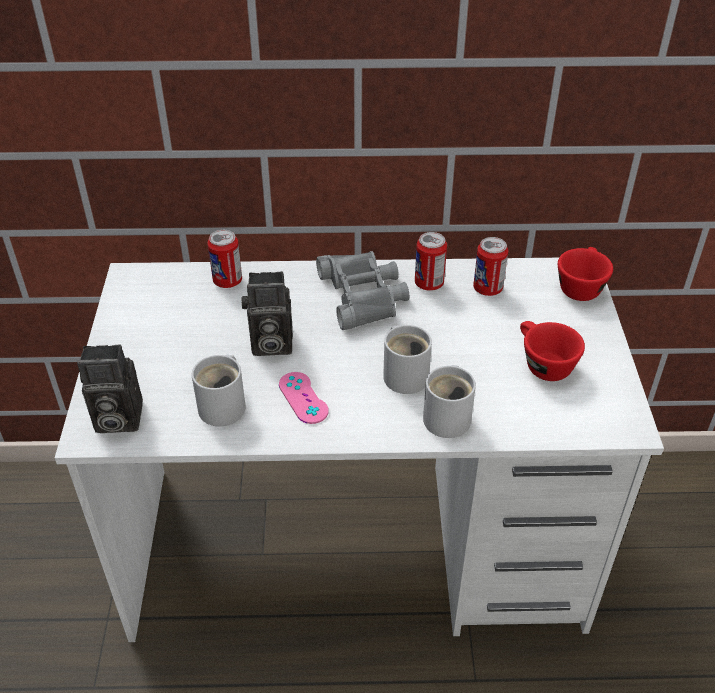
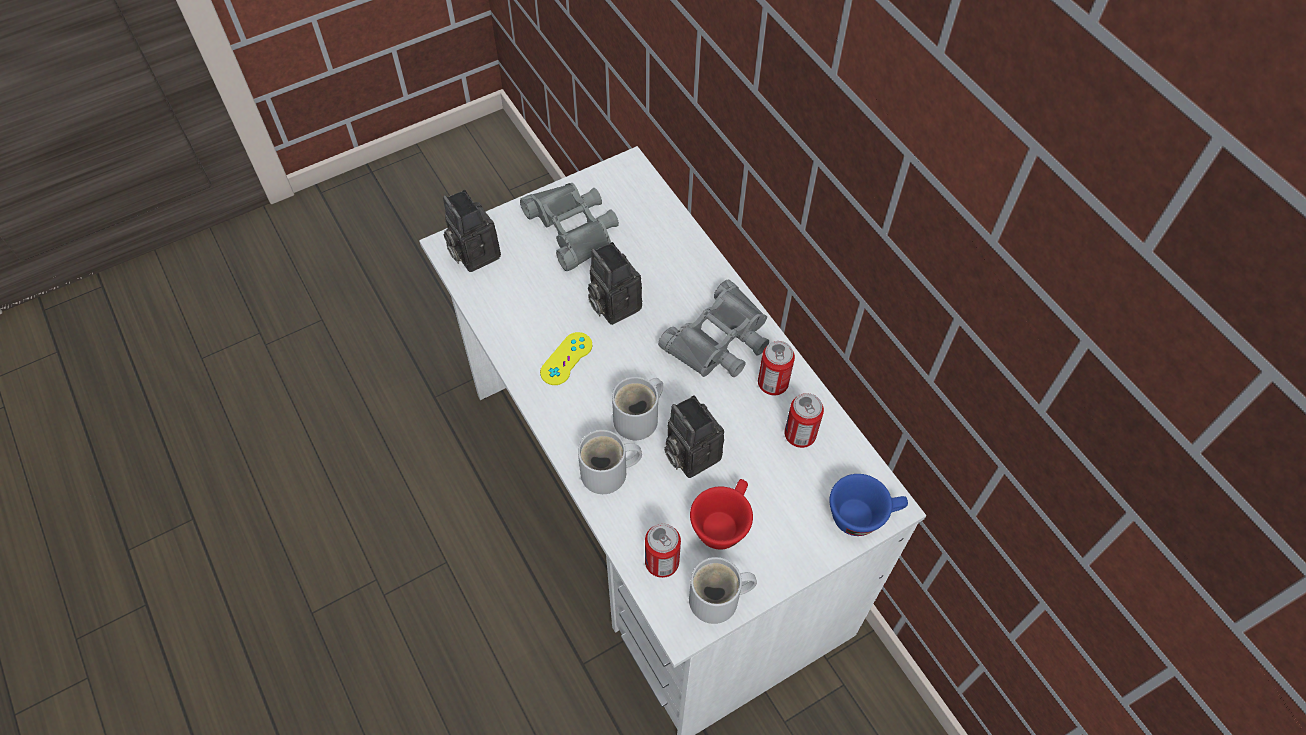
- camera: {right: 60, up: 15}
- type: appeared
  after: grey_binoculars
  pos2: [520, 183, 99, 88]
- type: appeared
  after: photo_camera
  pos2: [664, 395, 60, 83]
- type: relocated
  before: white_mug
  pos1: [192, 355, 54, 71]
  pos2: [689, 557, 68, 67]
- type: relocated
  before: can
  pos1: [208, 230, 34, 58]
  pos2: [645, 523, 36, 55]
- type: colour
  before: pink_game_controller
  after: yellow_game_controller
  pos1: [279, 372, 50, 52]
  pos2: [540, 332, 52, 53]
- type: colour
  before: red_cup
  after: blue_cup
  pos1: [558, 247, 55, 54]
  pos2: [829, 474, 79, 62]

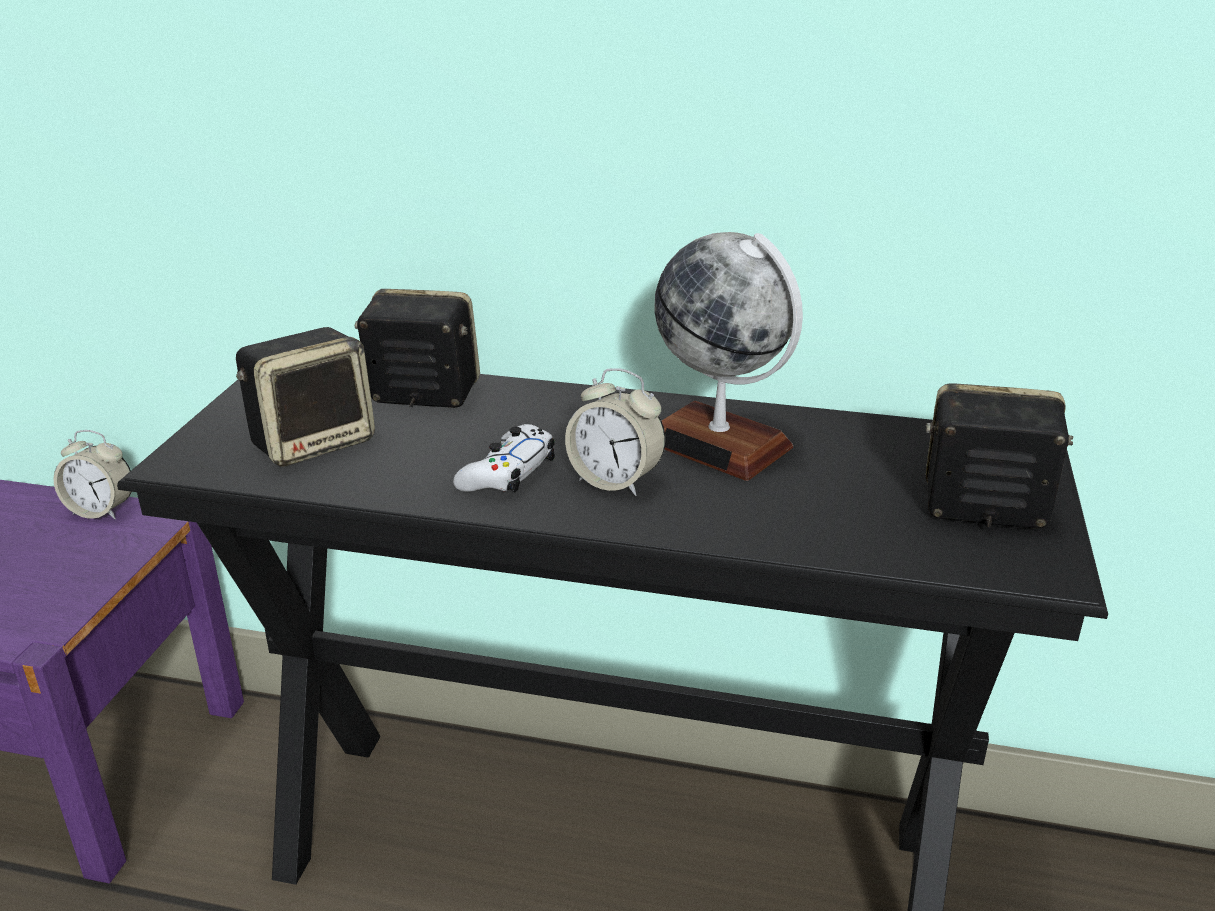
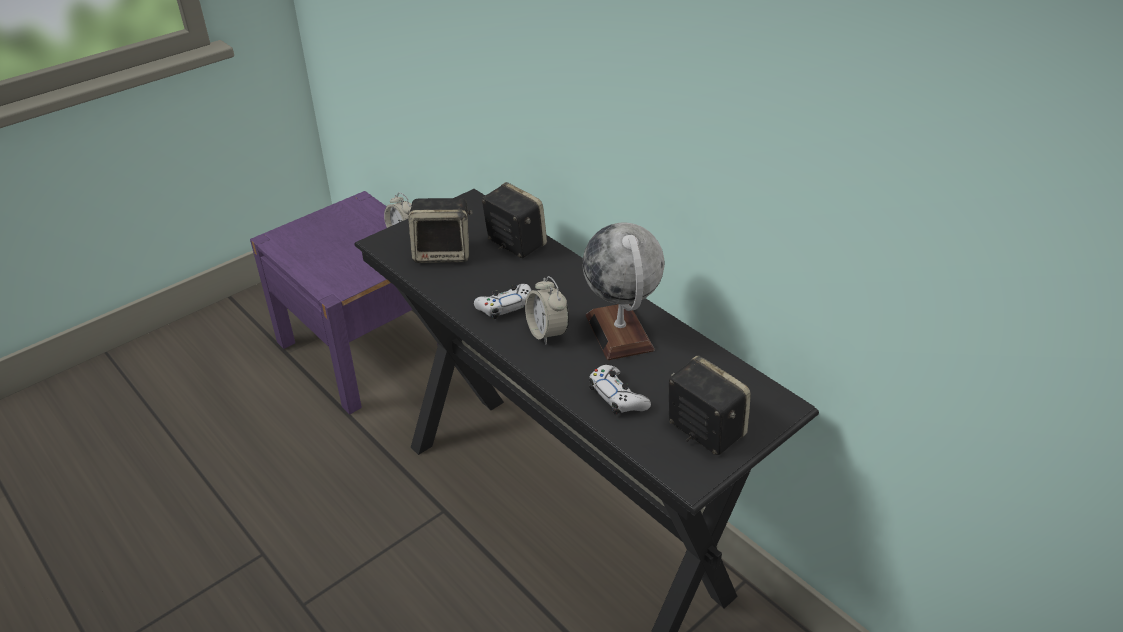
- camera: {right: 35, up: 10}
- type: appeared
  after: white_game_controller
  pos2: [589, 365, 62, 50]

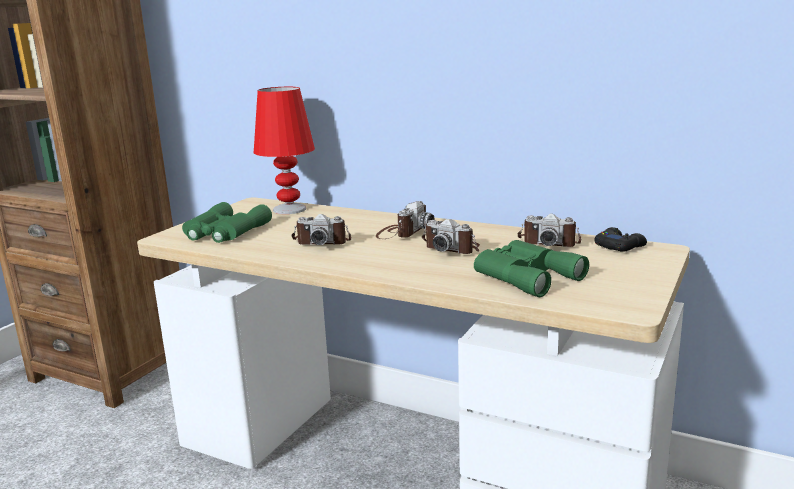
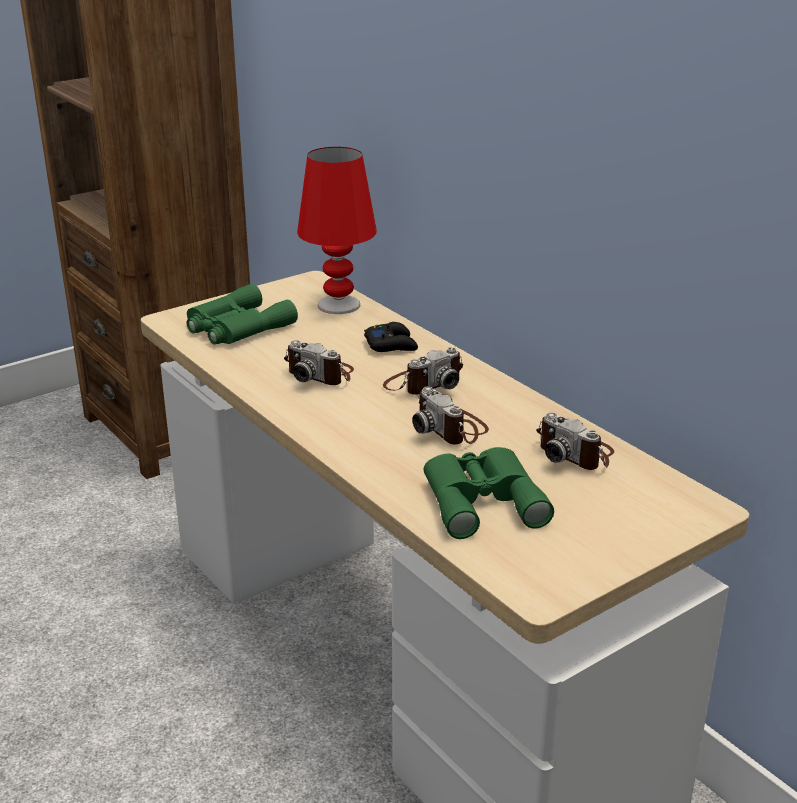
- camera: {right: 25, up: 10}
- type: relocated
  before: black_game_controller
  pos1: [594, 227, 53, 25]
  pos2: [364, 322, 54, 30]

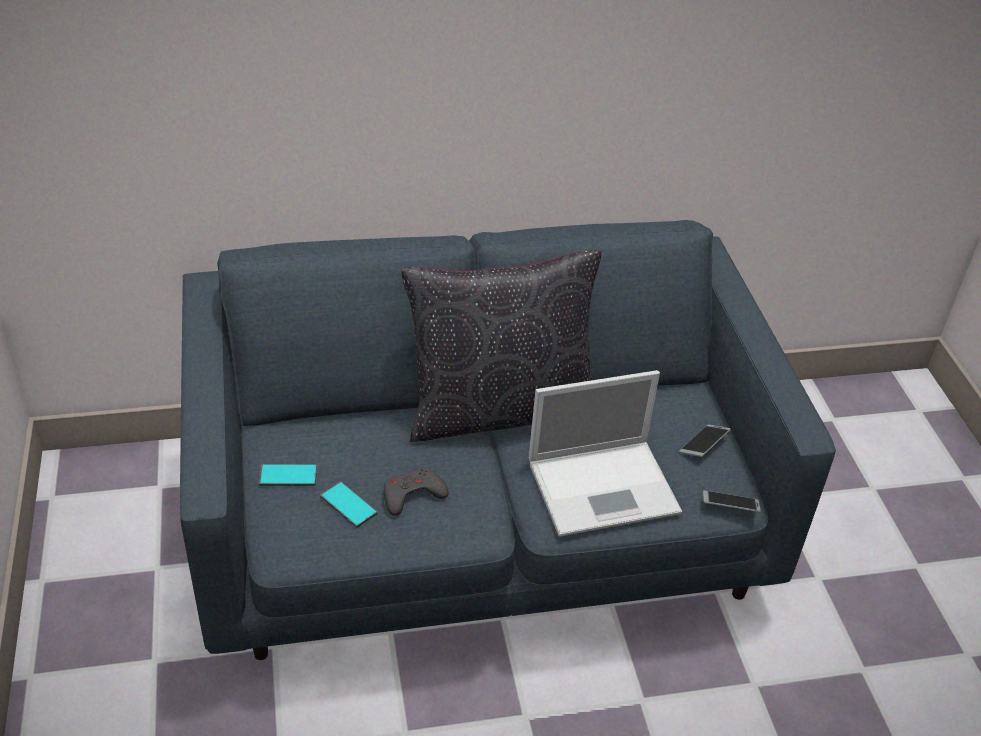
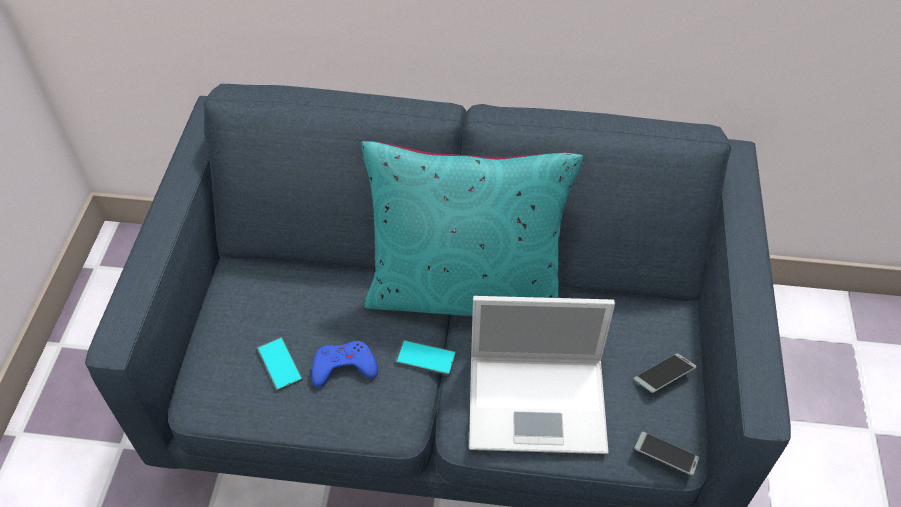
- camera: {right: 20, up: 10}
- type: relocated
  before: phone
  pos1: [259, 464, 58, 22]
  pos2: [395, 340, 61, 36]
- type: colour
  before: grey_game_controller
  after: blue_game_controller
  pos1: [384, 467, 65, 49]
  pos2: [311, 341, 67, 46]
- type: colour
  before: black_pillow
  after: turquoise_pillow
  pos1: [401, 250, 200, 192]
  pos2: [361, 141, 222, 175]

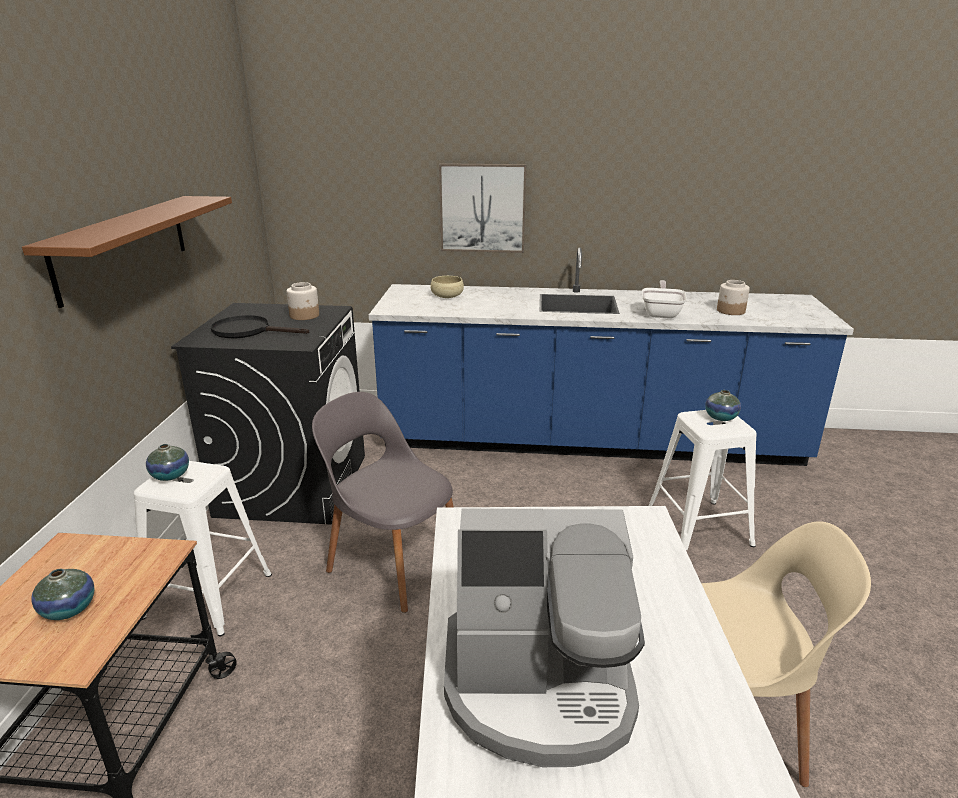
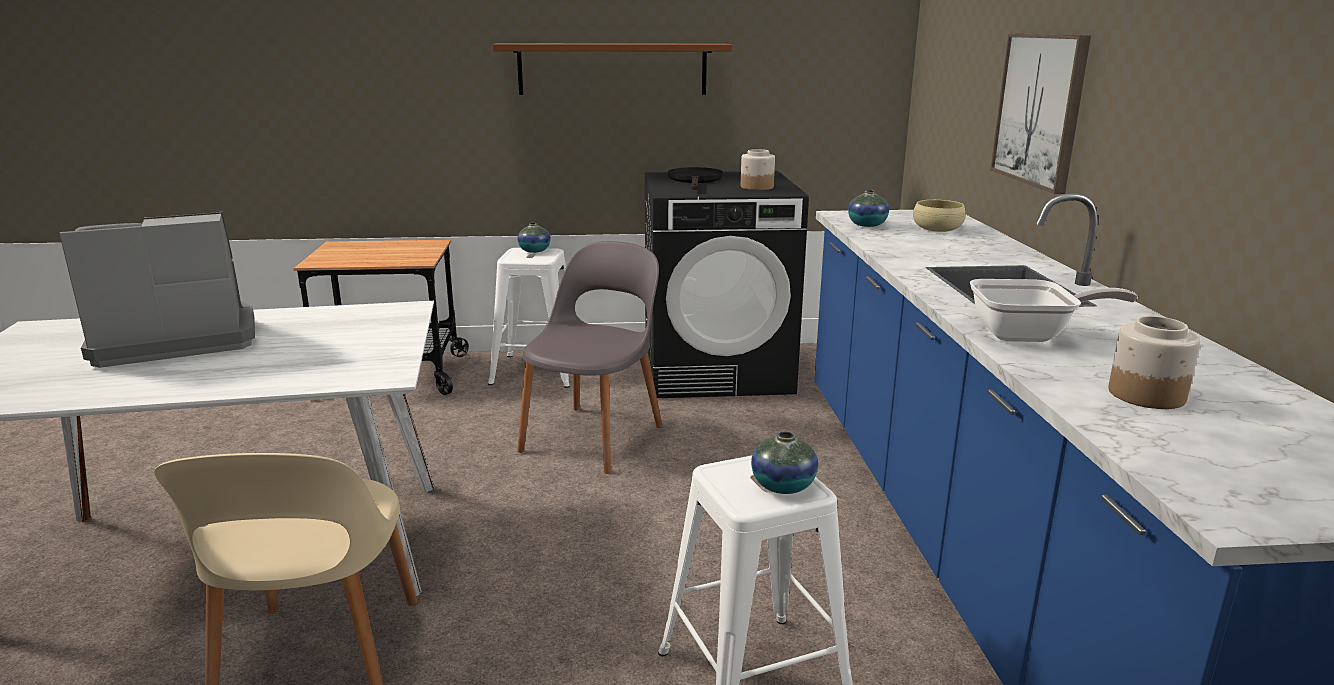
- camera: {right: 80, up: -5}
- type: relocated
  before: vase
  pos1: [31, 569, 63, 51]
  pos2: [848, 190, 41, 37]
- type: spun
  before: coffee_machine
  pos1: [444, 509, 201, 258]
  pos2: [59, 212, 196, 156]
  turn: 75

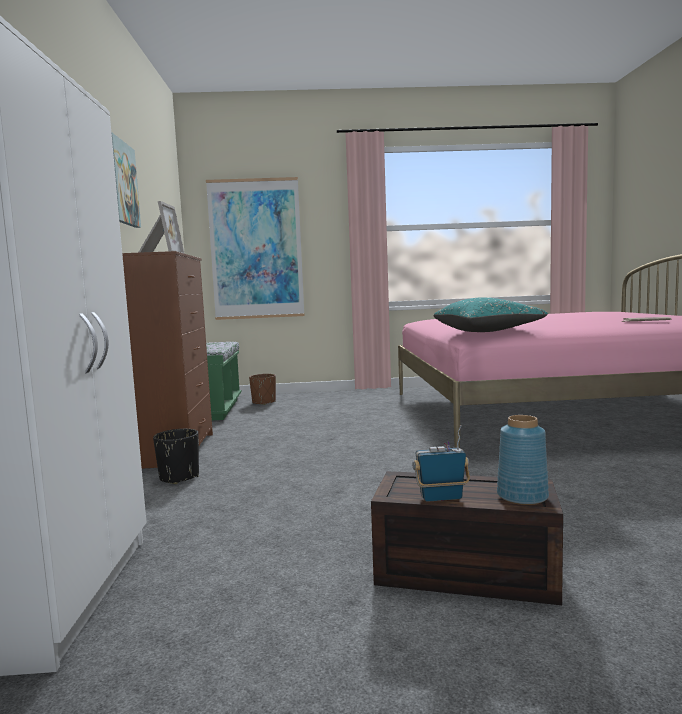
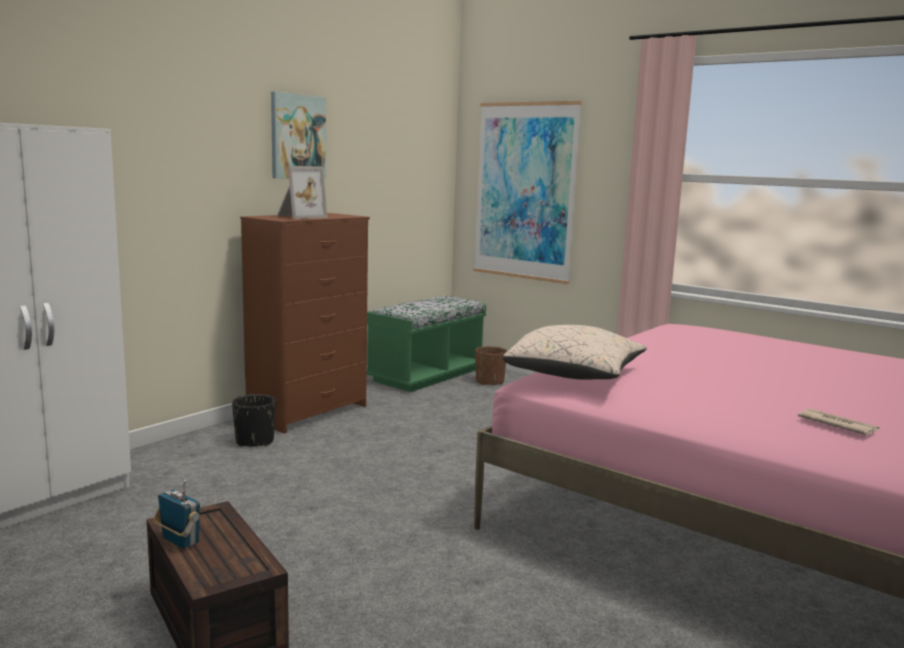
- camera: {right: 40, up: 5}
- type: missing
  before: blue_vase
  pos1: [497, 415, 52, 90]
- type: colour
  before: turquoise_pillow
  after: beige_pillow
  pos1: [434, 297, 114, 35]
  pos2: [502, 325, 145, 55]

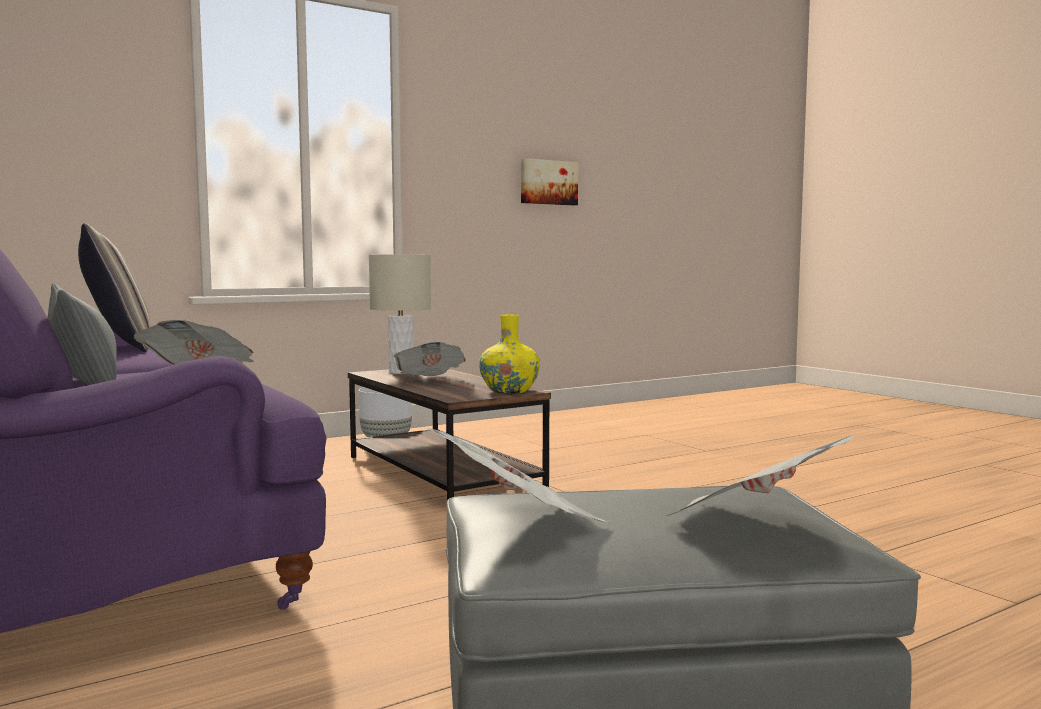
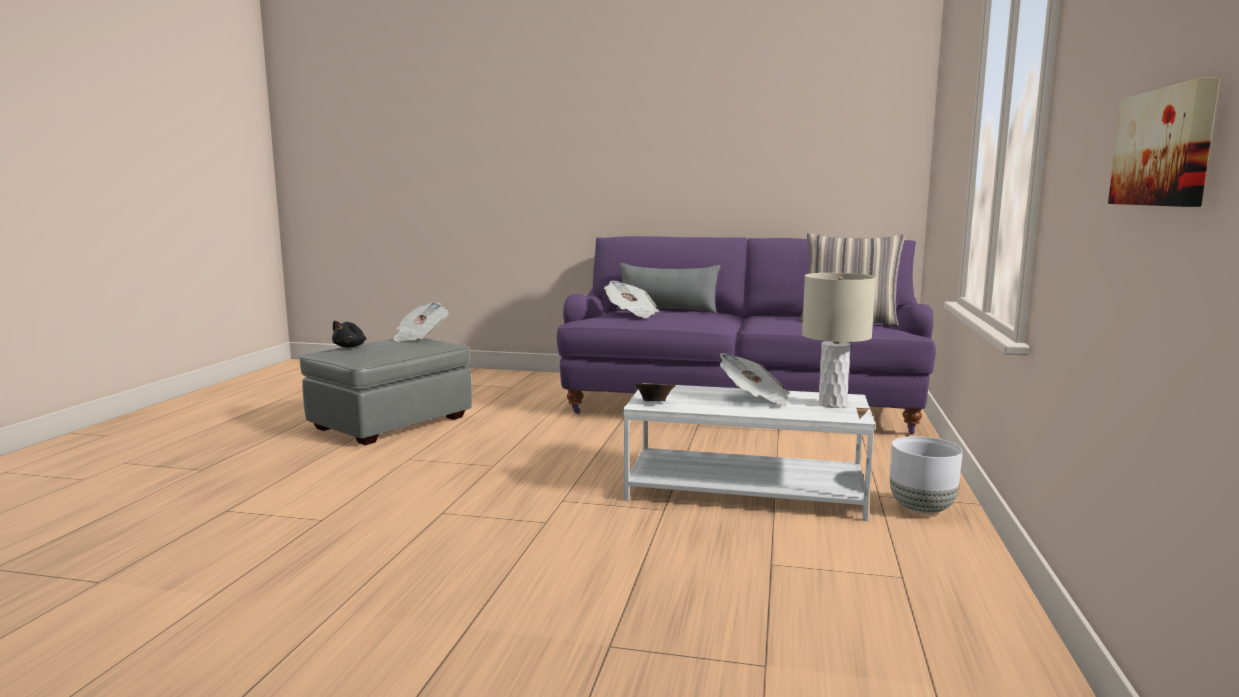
- camera: {right: 135, up: 5}
- type: exchanged
  before: yellow_vase
  after: brown_bowl
  pos1: [479, 314, 61, 80]
  pos2: [634, 383, 42, 18]
- type: exchanged
  before: newspaper
  after: black_plush_toy
  pos1: [667, 435, 188, 81]
  pos2: [332, 321, 34, 27]
- type: colour
  before: brown_coffee_table
  after: white_coffee_table
  pos1: [348, 369, 203, 131]
  pos2: [623, 383, 253, 138]

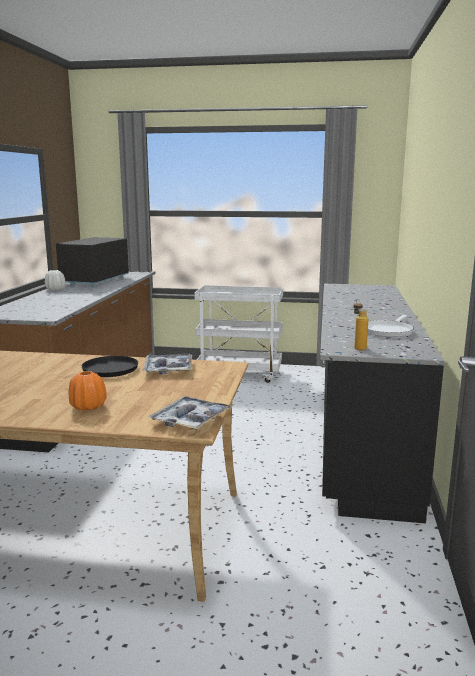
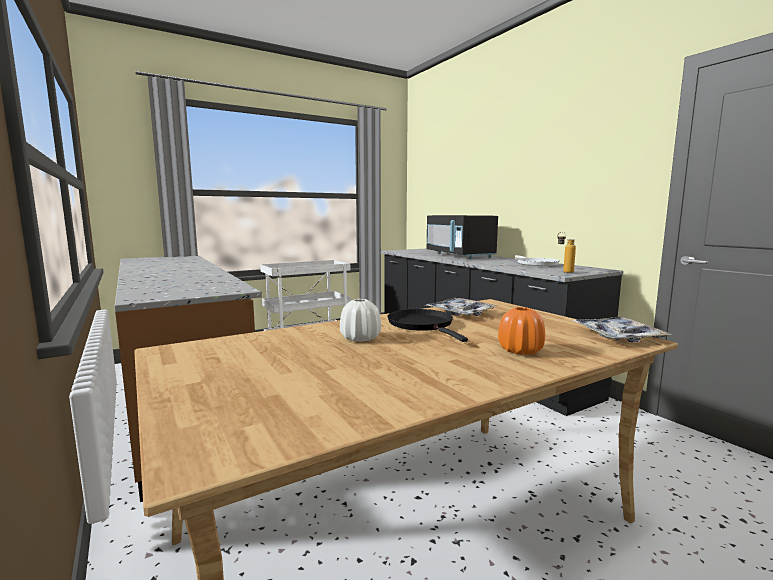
- camera: {right: -40, up: -5}
- type: relocated
  before: white_vase
  pos1: [45, 270, 21, 20]
  pos2: [340, 299, 41, 43]
- type: relocated
  before: black_microwave
  pos1: [56, 237, 73, 50]
  pos2: [427, 215, 71, 44]

